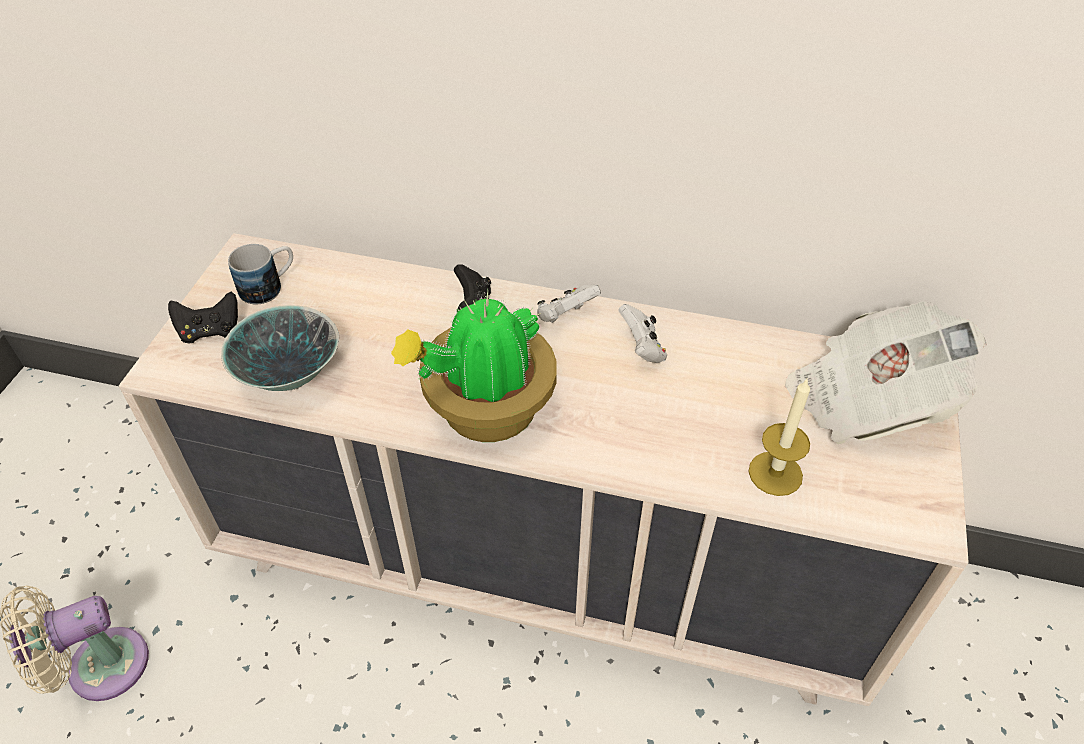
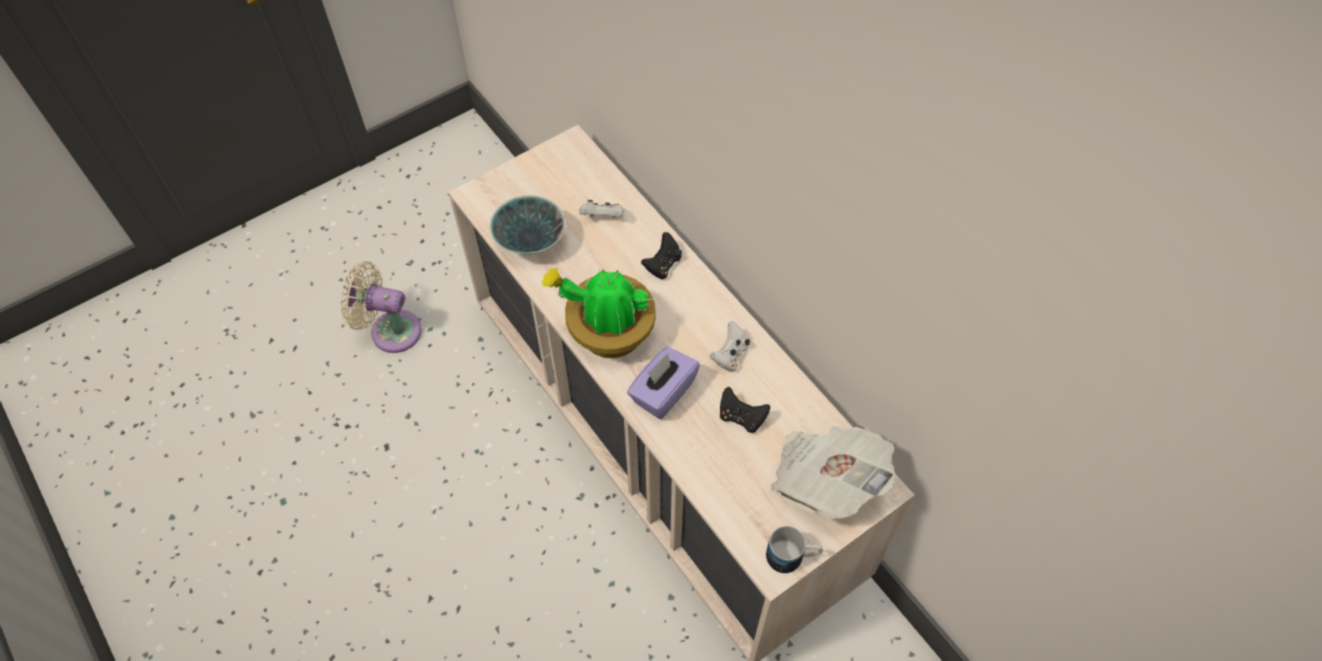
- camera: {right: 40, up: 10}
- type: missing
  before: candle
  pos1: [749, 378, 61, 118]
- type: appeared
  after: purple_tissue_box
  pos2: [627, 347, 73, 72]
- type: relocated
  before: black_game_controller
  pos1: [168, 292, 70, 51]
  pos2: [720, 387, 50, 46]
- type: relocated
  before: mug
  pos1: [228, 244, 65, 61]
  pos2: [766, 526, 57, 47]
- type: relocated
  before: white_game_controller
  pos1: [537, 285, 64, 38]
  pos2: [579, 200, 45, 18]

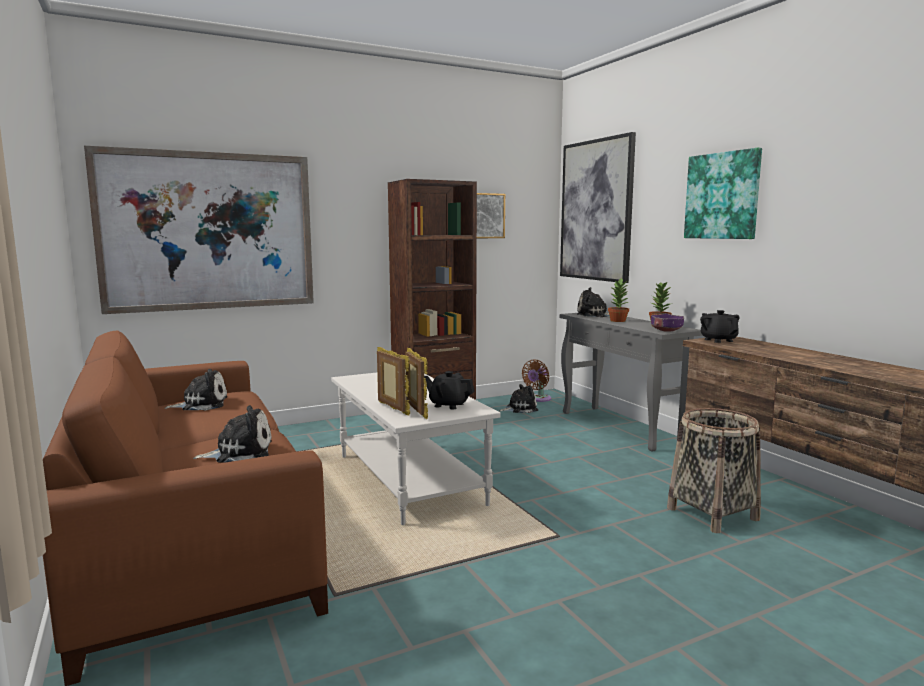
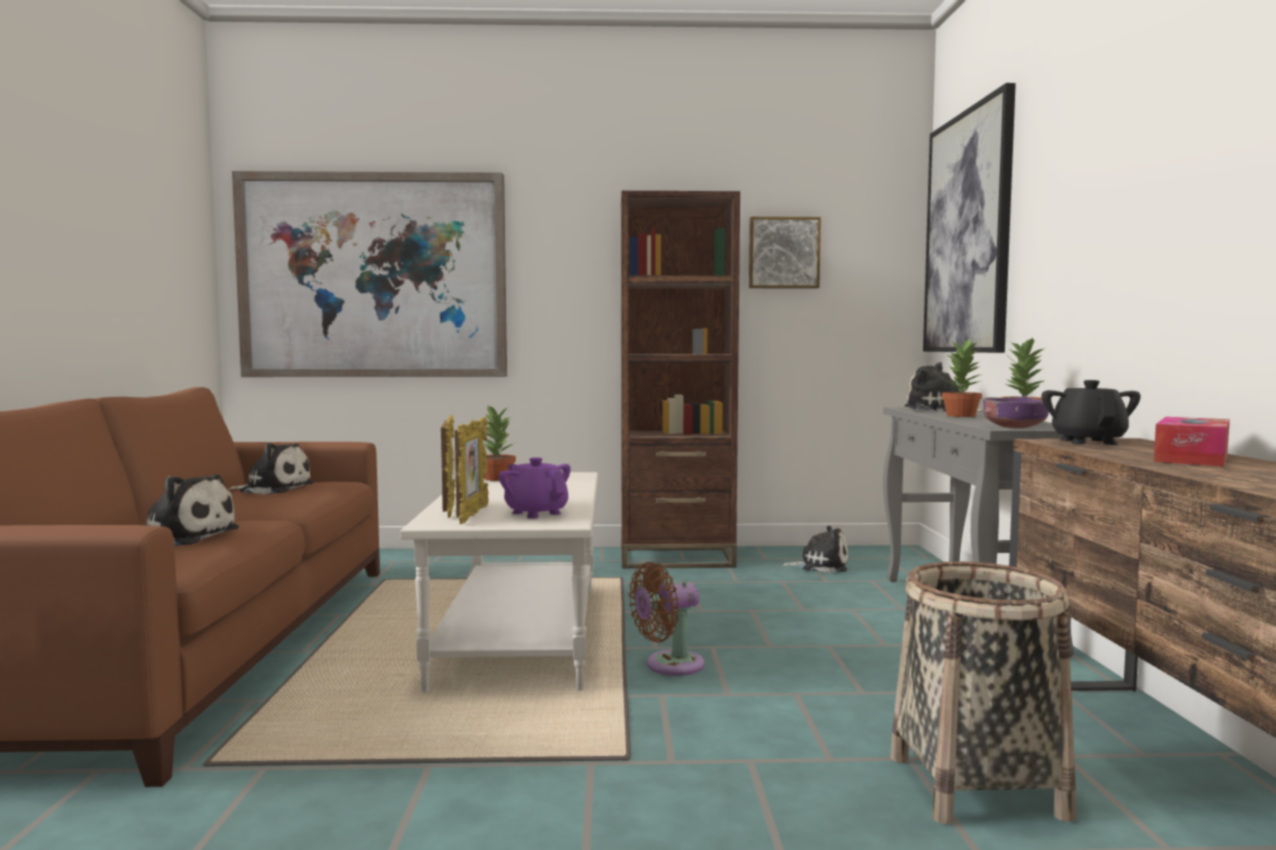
- camera: {right: 25, up: -5}
- type: missing
  before: picture
  pos1: [684, 148, 78, 91]
- type: appeared
  after: potted_plant
  pos2: [483, 406, 33, 75]
- type: appeared
  after: tissue_box
  pos2: [1154, 417, 76, 50]
- type: relocated
  before: brown_fan
  pos1: [522, 360, 29, 42]
  pos2: [629, 562, 75, 114]
- type: colour
  before: black_teapot
  after: purple_teapot
  pos1: [424, 371, 51, 38]
  pos2: [499, 457, 72, 61]

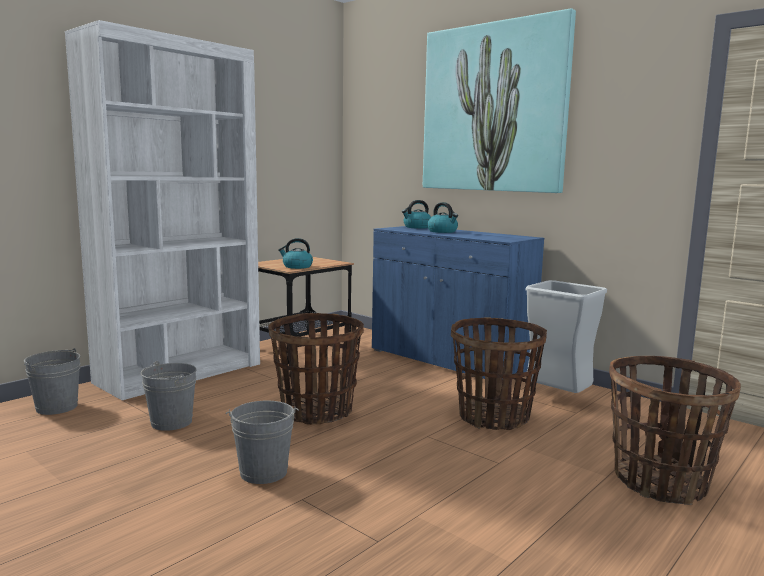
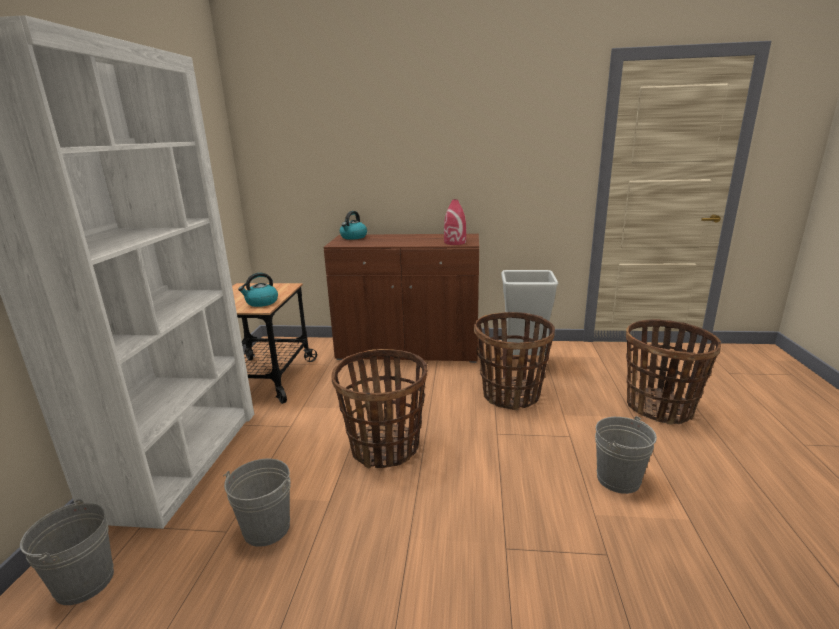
- camera: {right: -35, up: 10}
- type: missing
  before: picture
  pos1: [423, 8, 153, 185]
- type: missing
  before: kettle
  pos1: [427, 202, 31, 31]
- type: appeared
  after: red_vase
  pos2: [444, 199, 22, 46]
- type: relocated
  before: grey_bucket
  pos1: [226, 401, 73, 83]
  pos2: [595, 416, 62, 78]
- type: colour
  before: blue_cabinet
  after: brown_cabinet
  pos1: [372, 226, 172, 155]
  pos2: [323, 234, 156, 129]

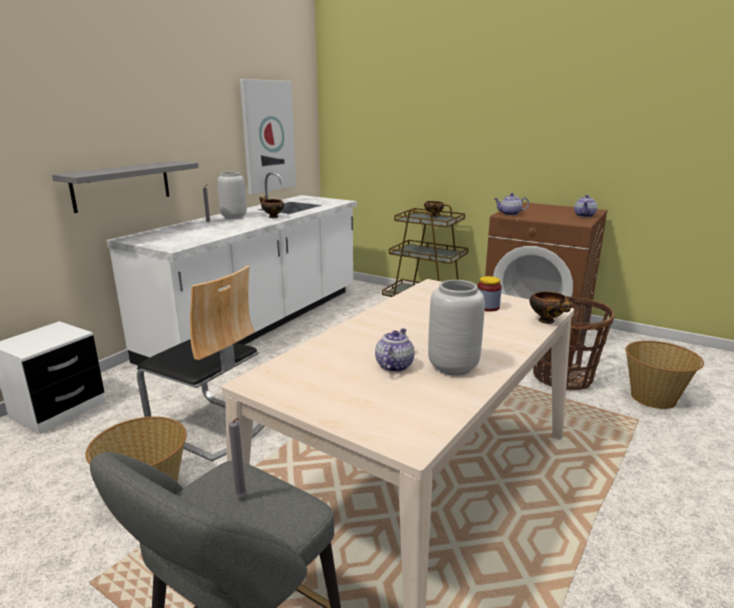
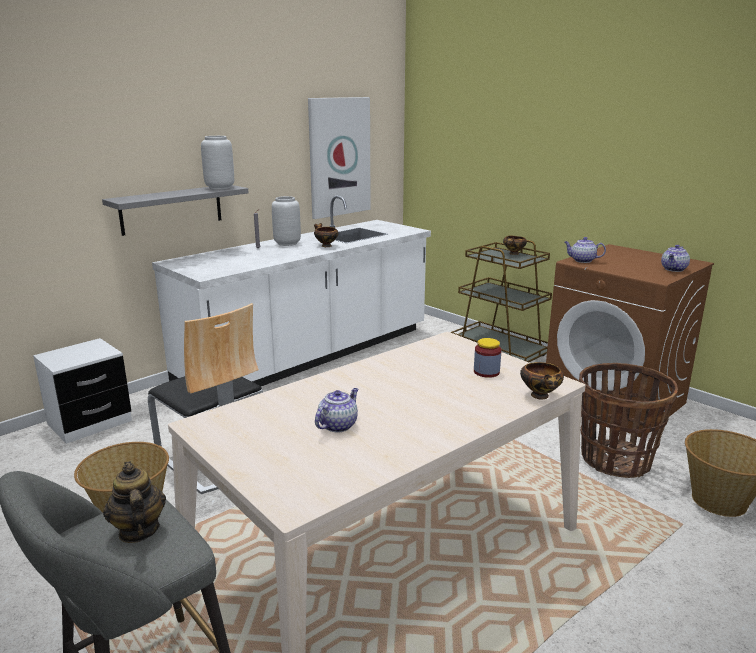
- camera: {right: 15, up: 0}
- type: relocated
  before: grey_vase
  pos1: [428, 280, 57, 95]
  pos2: [201, 136, 33, 54]
- type: exchanged
  before: grey_candle
  after: teapot
  pos1: [228, 418, 19, 79]
  pos2: [103, 461, 63, 82]

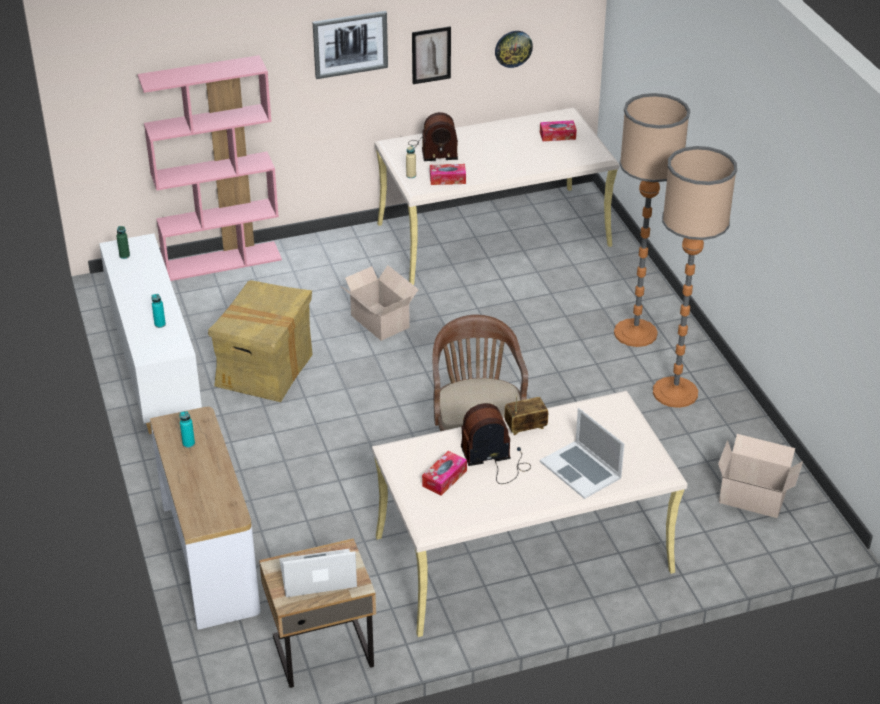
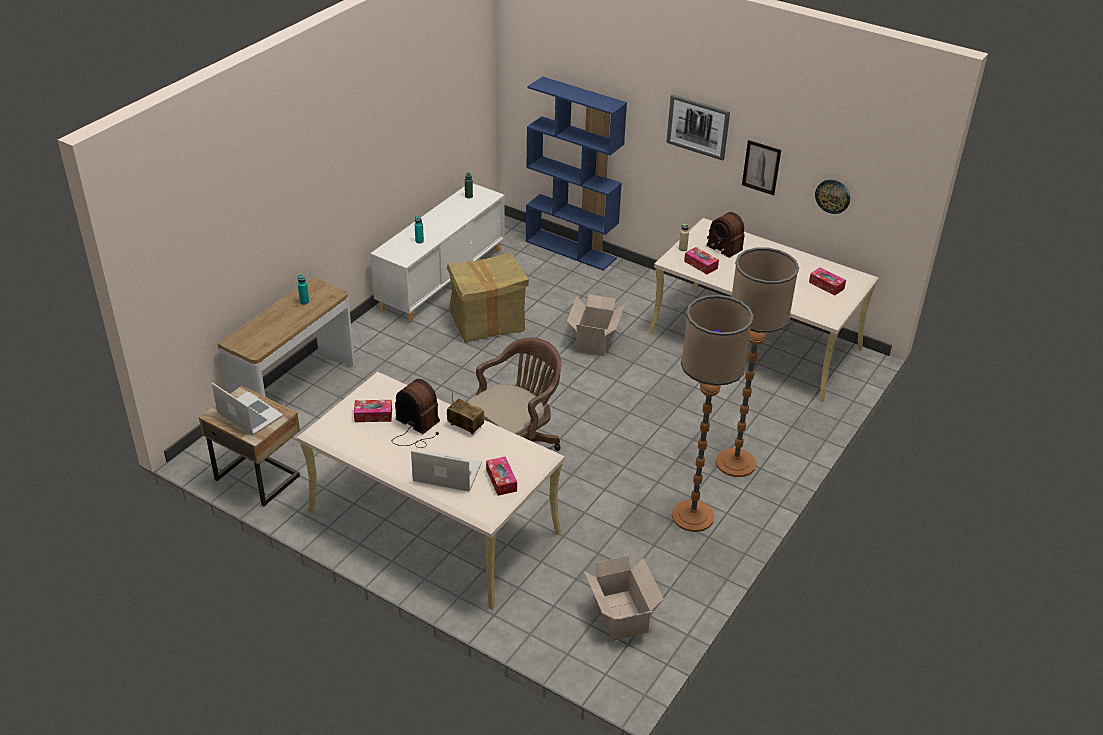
- camera: {right: 50, up: 0}
- type: appeared
  after: tissue_box
  pos2: [486, 457, 31, 39]
- type: colour
  before: pink_bookcase
  after: blue_bookcase
  pos1: [137, 55, 145, 226]
  pos2: [526, 76, 101, 195]
- type: spun
  before: laptop
  pos1: [540, 408, 84, 91]
  pos2: [411, 450, 71, 42]
  turn: 90

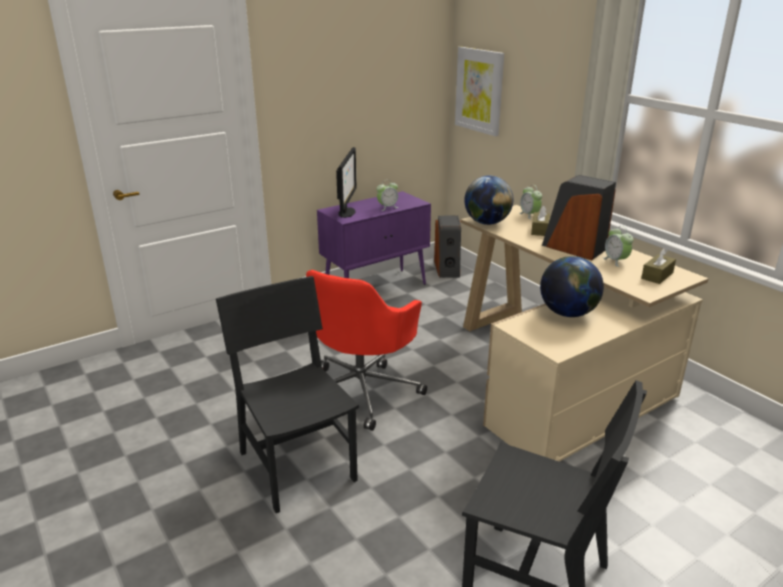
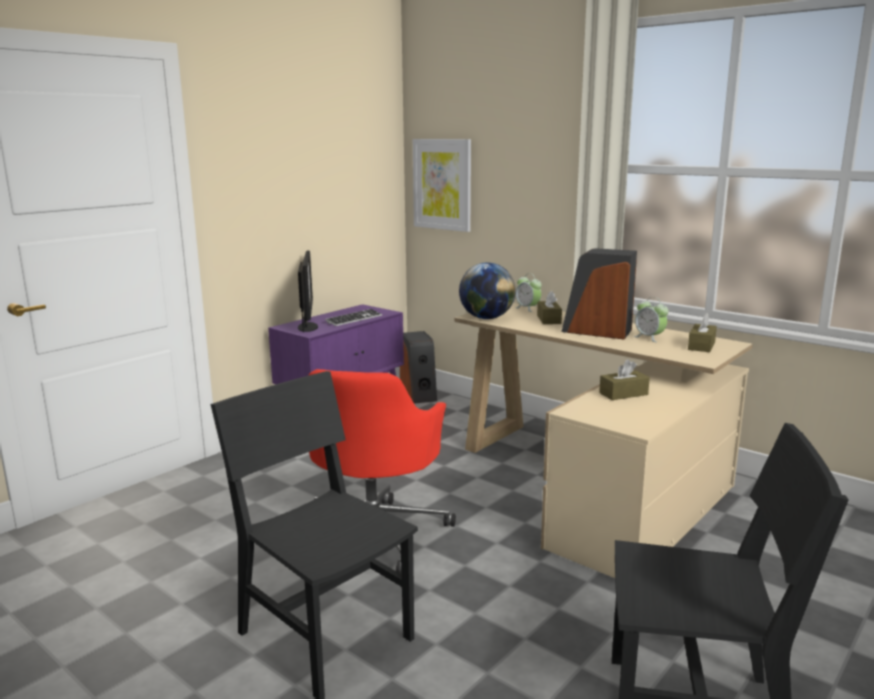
- camera: {right: -15, up: -10}
- type: exchanged
  before: alarm_clock
  after: keyboard
  pos1: [376, 180, 22, 31]
  pos2: [325, 309, 57, 17]
- type: exchanged
  before: globe
  after: brown_tissue_box
  pos1: [540, 256, 64, 61]
  pos2: [599, 359, 51, 41]

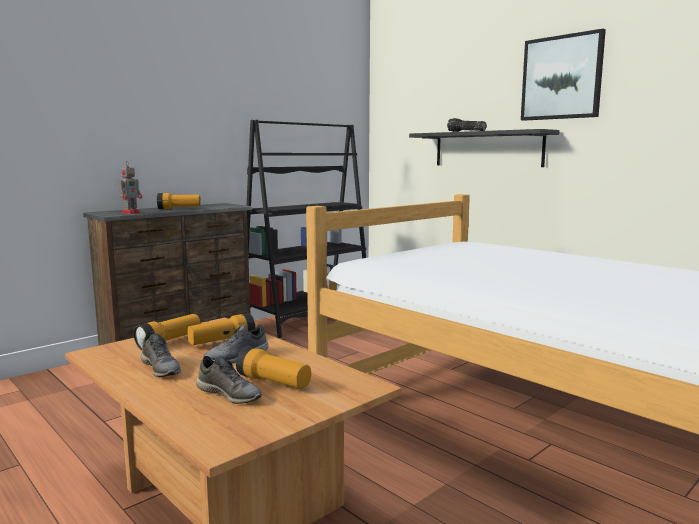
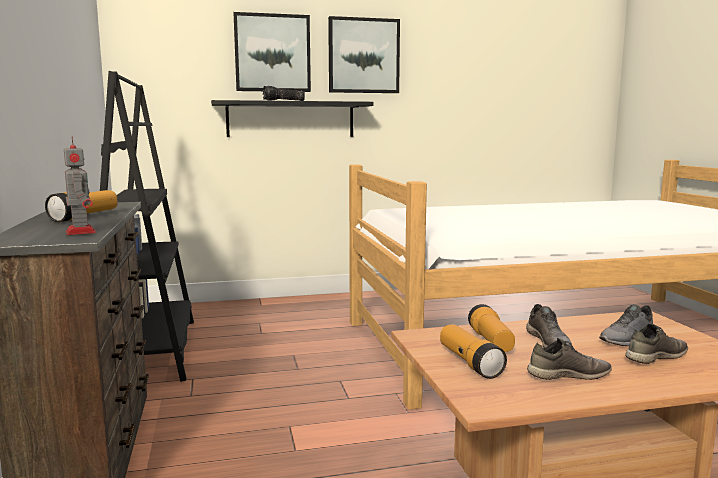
- camera: {right: -60, up: 0}
- type: appeared
  after: picture
  pos2: [233, 12, 78, 80]
- type: exchanged
  before: flashlight
  after: grey_shoe
  pos1: [236, 347, 75, 42]
  pos2: [599, 304, 54, 42]

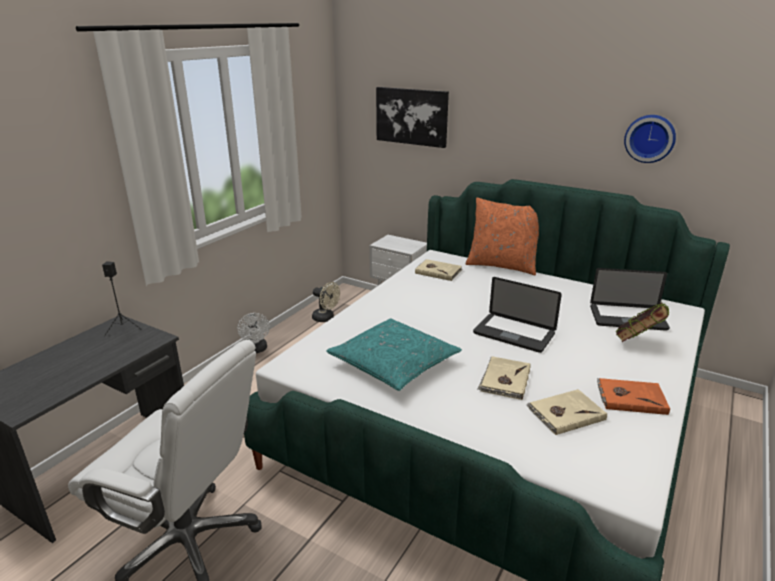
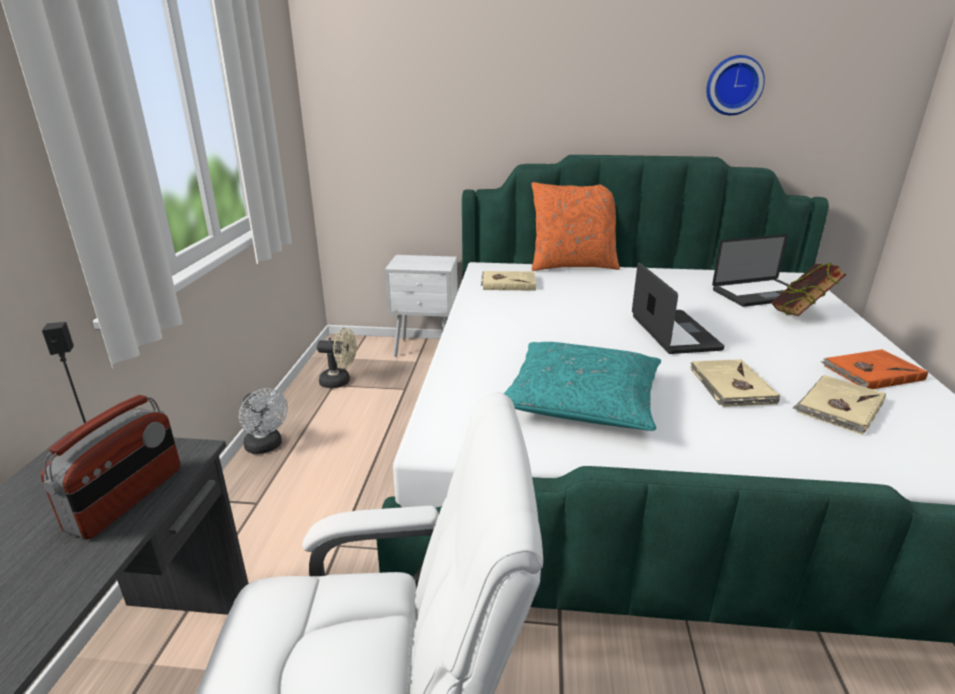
- camera: {right: -25, up: 0}
- type: missing
  before: picture
  pos1: [376, 87, 73, 61]
- type: appeared
  after: radio
  pos2: [41, 395, 139, 144]
- type: spun
  before: laptop
  pos1: [473, 277, 89, 76]
  pos2: [632, 262, 93, 92]
  turn: -105

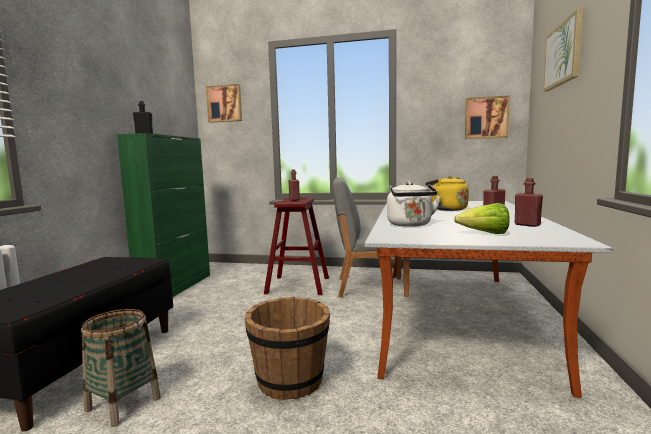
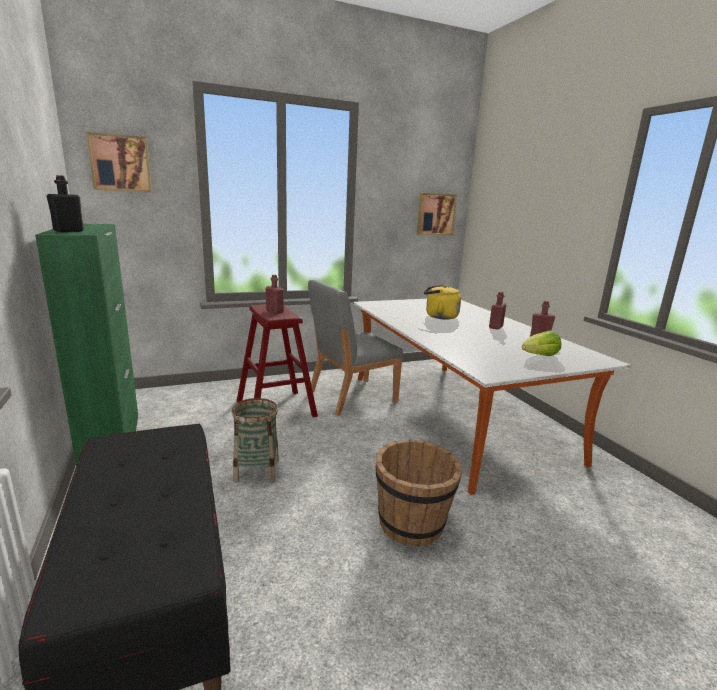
- camera: {right: -35, up: 10}
- type: missing
  before: white_kettle
  pos1: [387, 182, 54, 45]
- type: missing
  before: picture
  pos1: [543, 8, 40, 84]
- type: relocated
  before: basket
  pos1: [81, 309, 80, 118]
  pos2: [232, 398, 47, 85]

